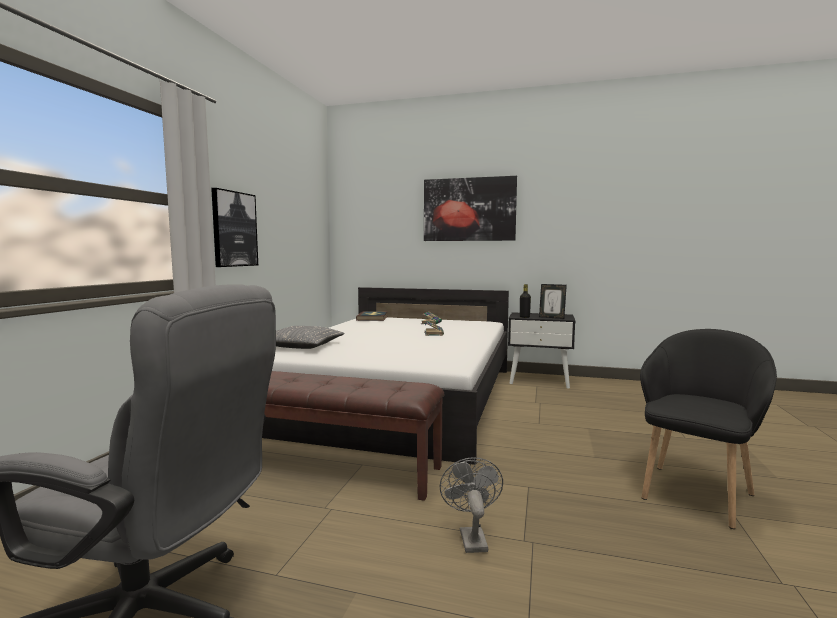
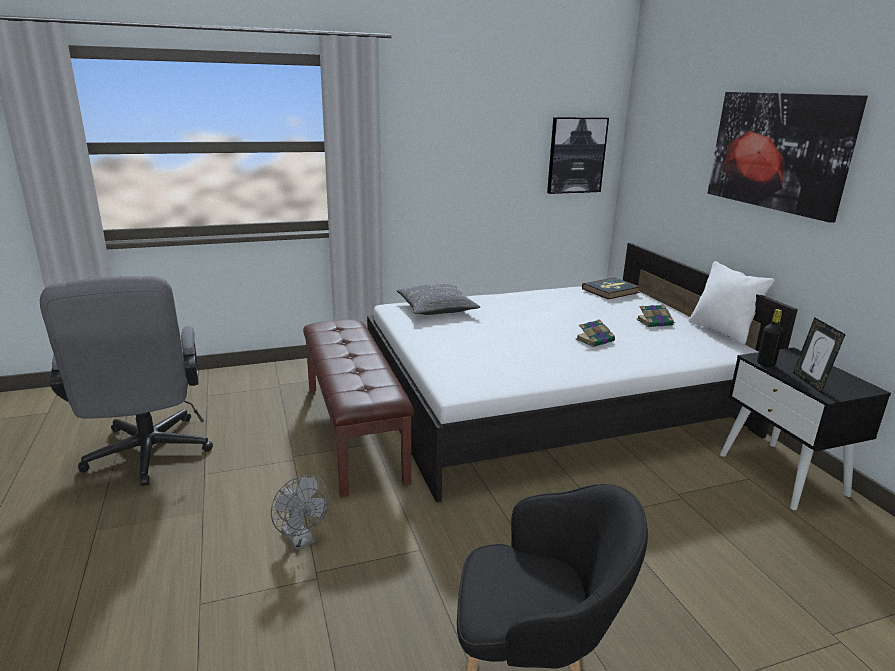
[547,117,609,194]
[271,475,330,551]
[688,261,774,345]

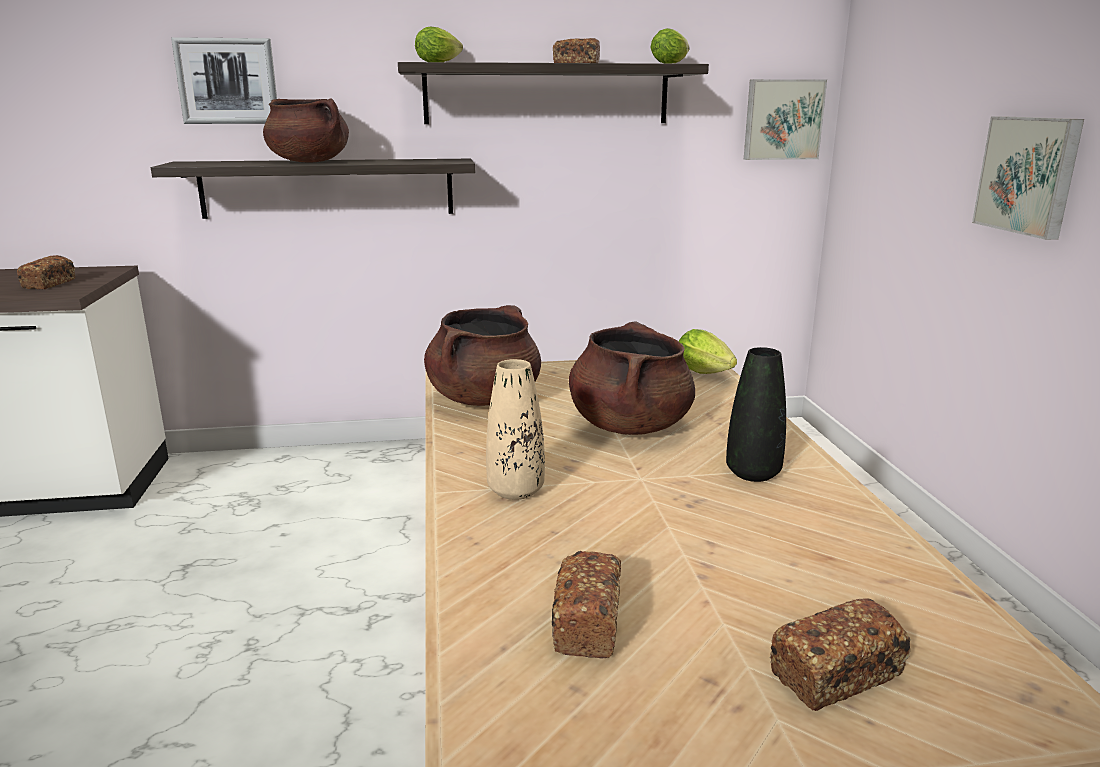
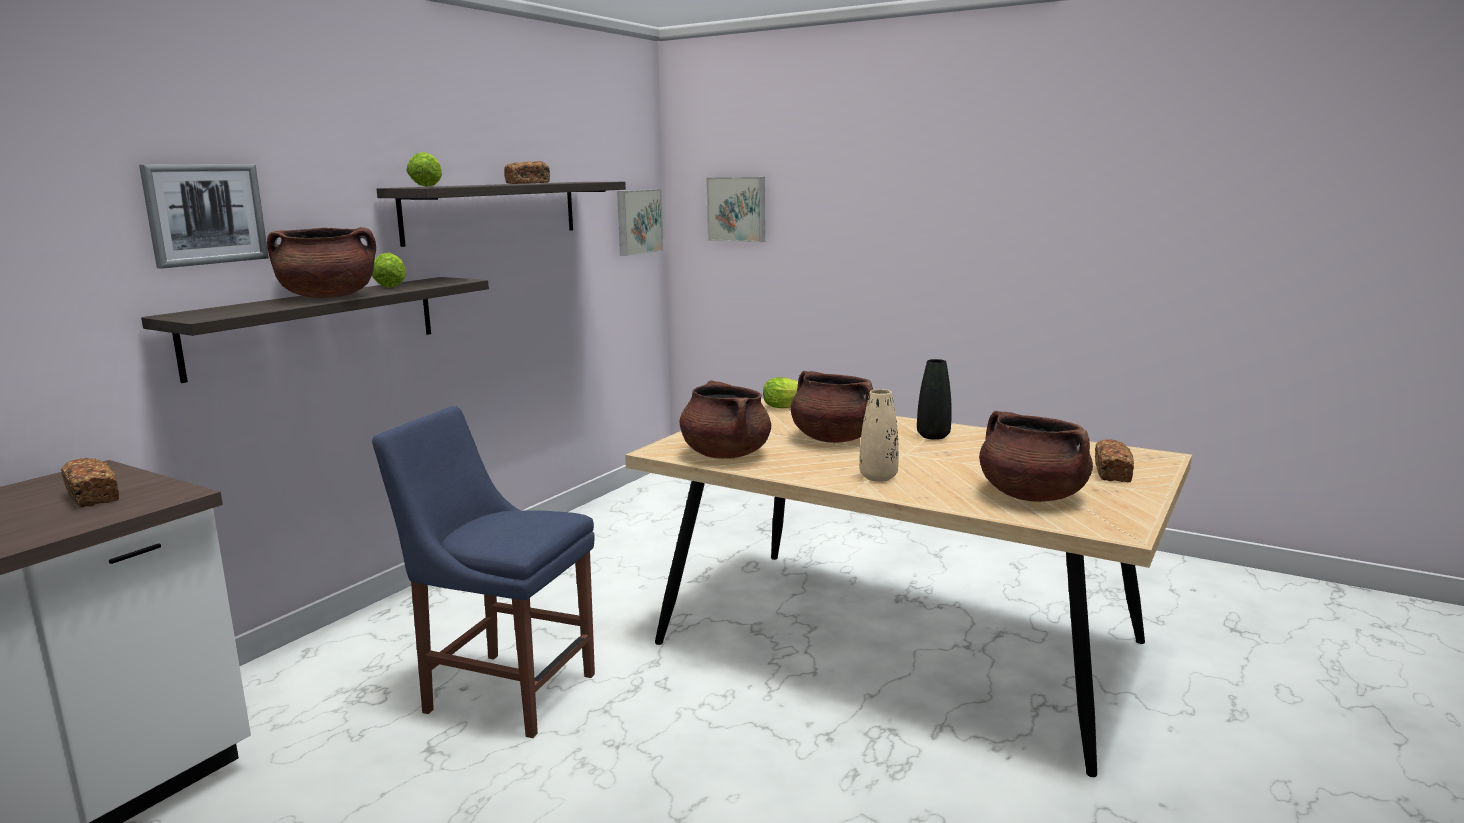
[979,411,1093,502]
[372,252,406,288]
[706,177,765,242]
[372,406,595,738]

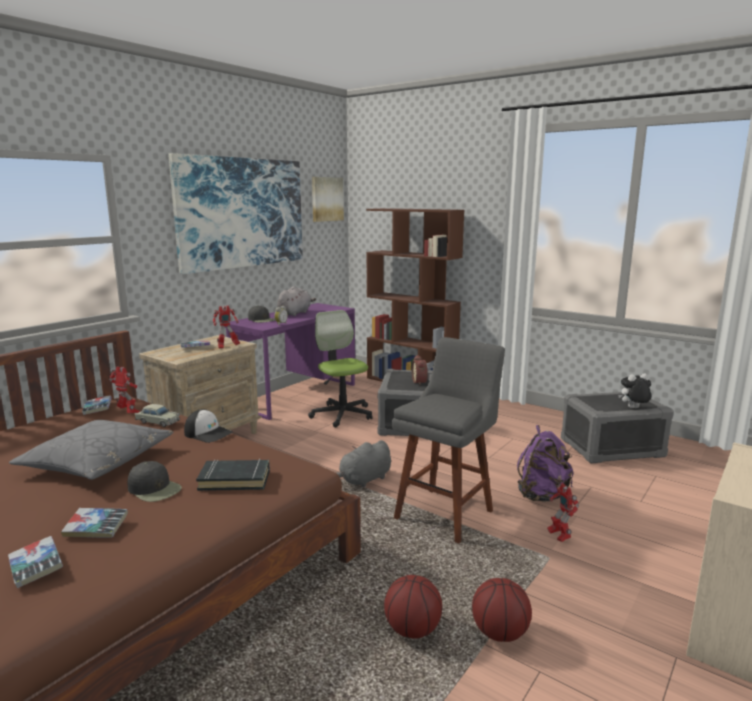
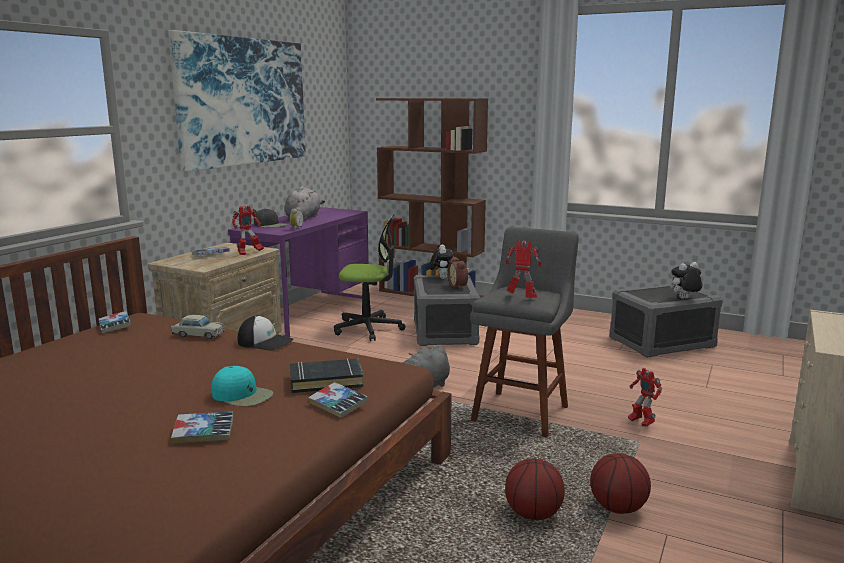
[308,382,368,418]
[9,420,174,480] (first image)
[505,240,541,298]
[212,366,273,407]
[334,214,406,341]
[312,177,344,222] (first image)
[517,425,573,502] (first image)
[429,244,454,279]

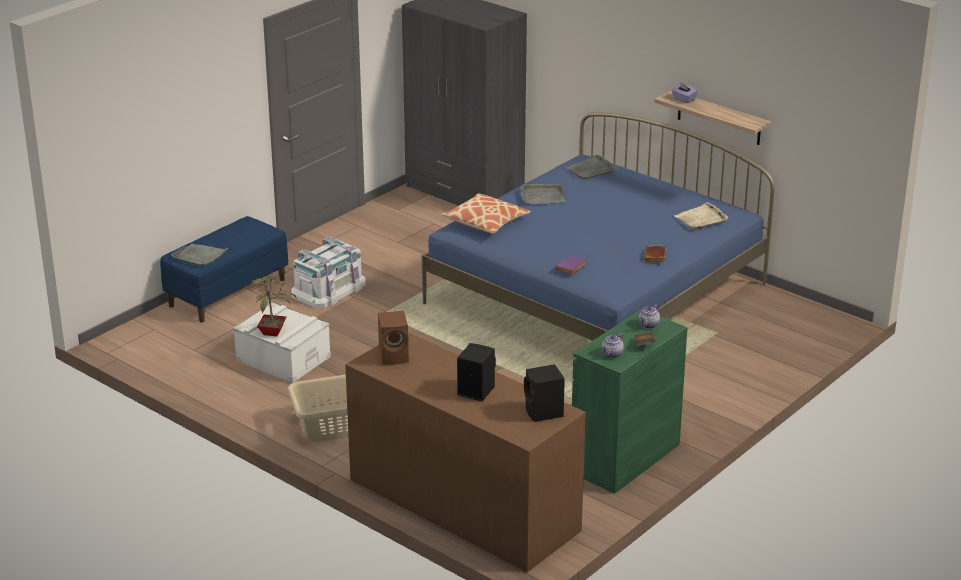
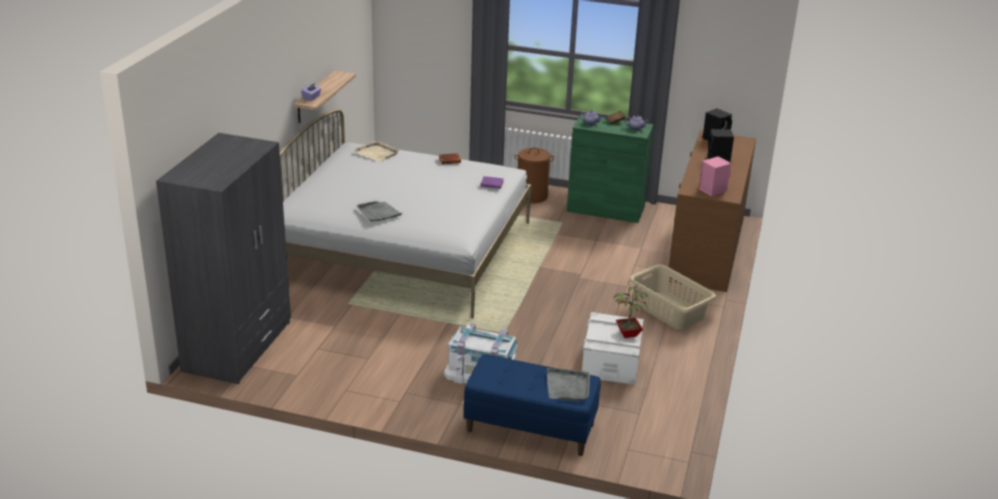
[699,156,731,196]
[280,109,531,319]
[440,193,531,234] (first image)
[565,155,616,180] (first image)
[514,148,554,203]

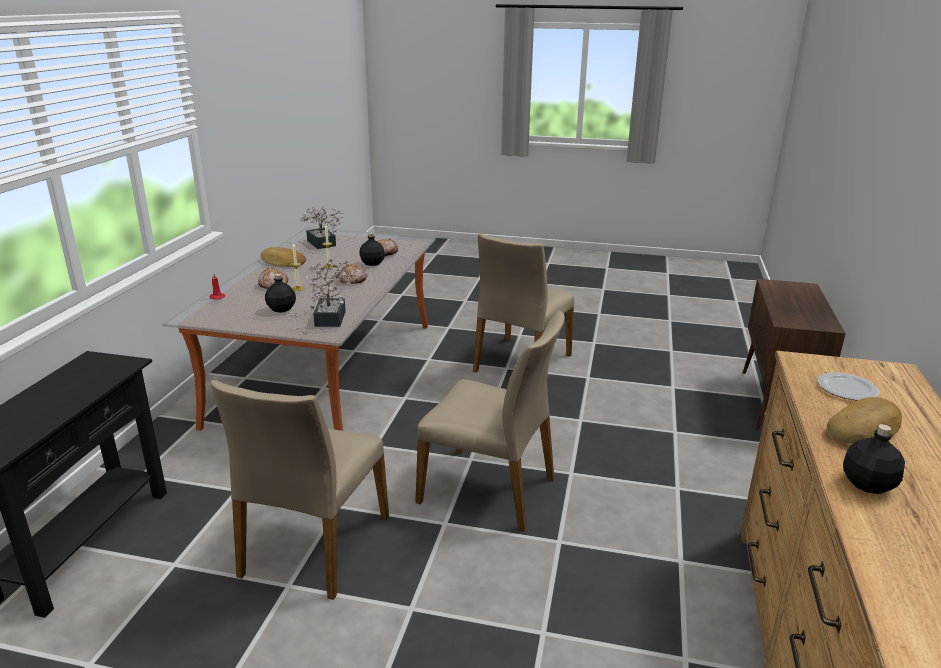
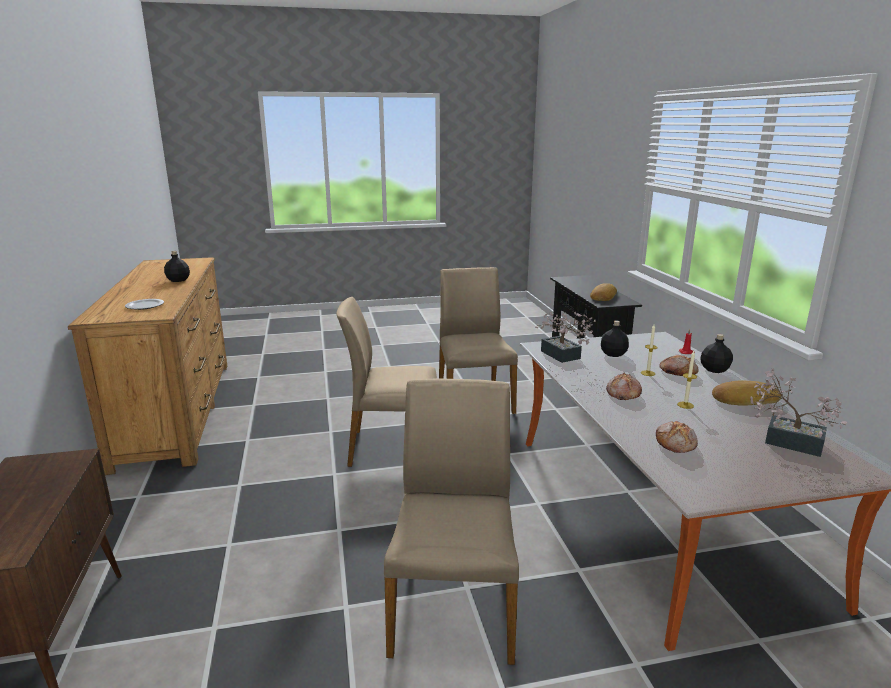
[700,334,733,373]
[590,283,617,301]

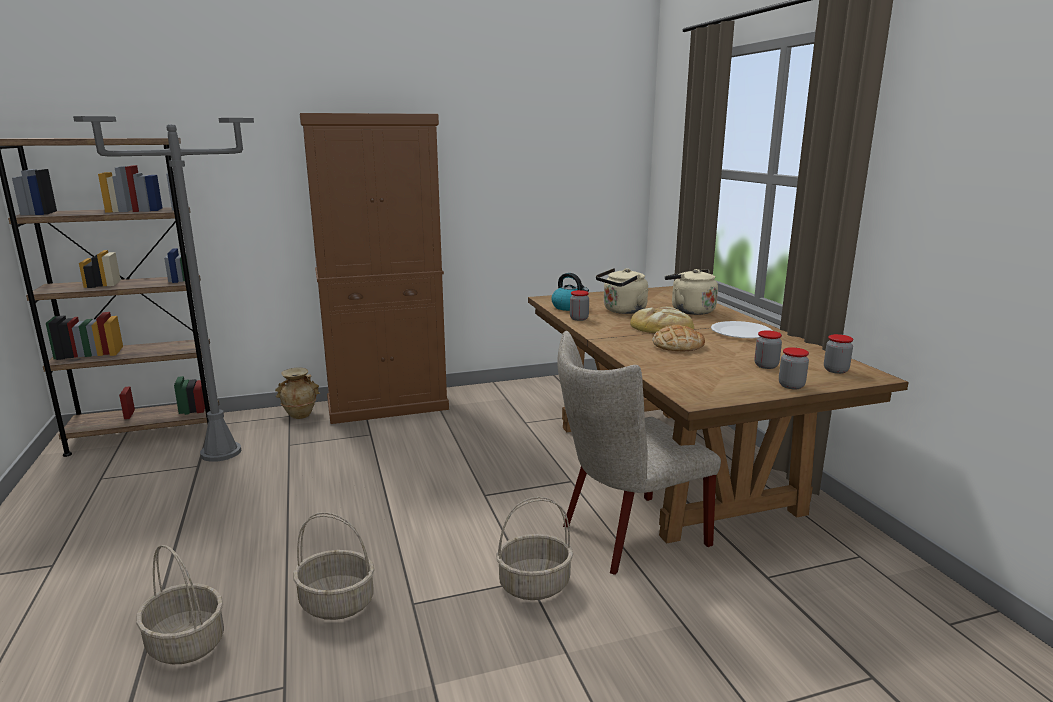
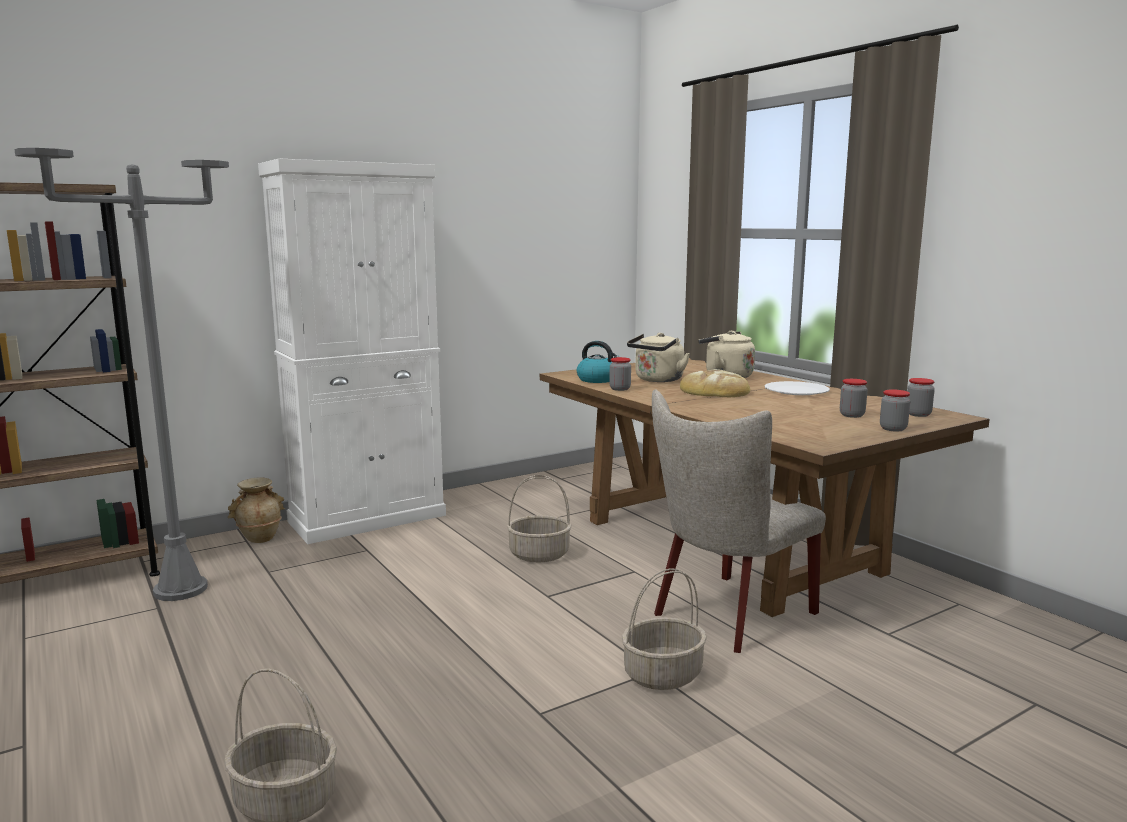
[507,475,572,562]
[258,158,446,544]
[652,325,705,351] (first image)

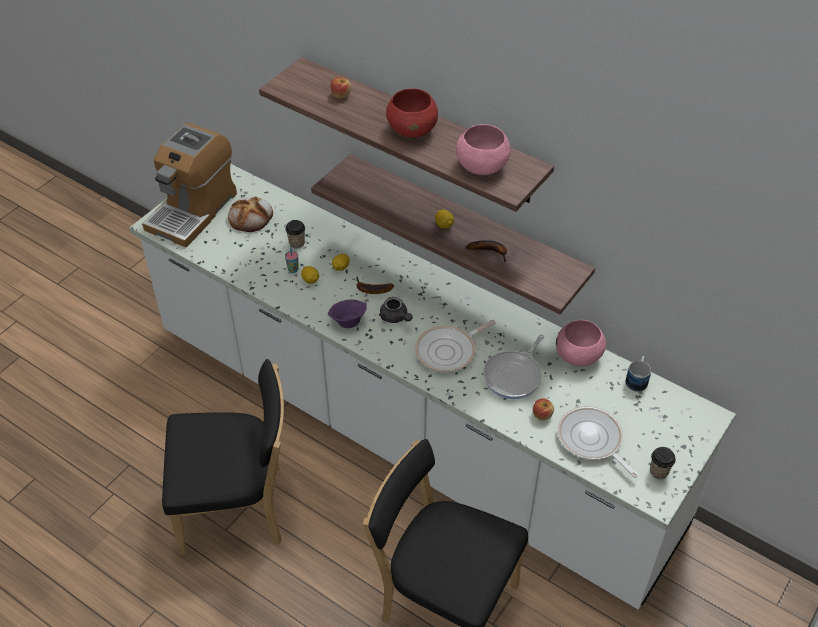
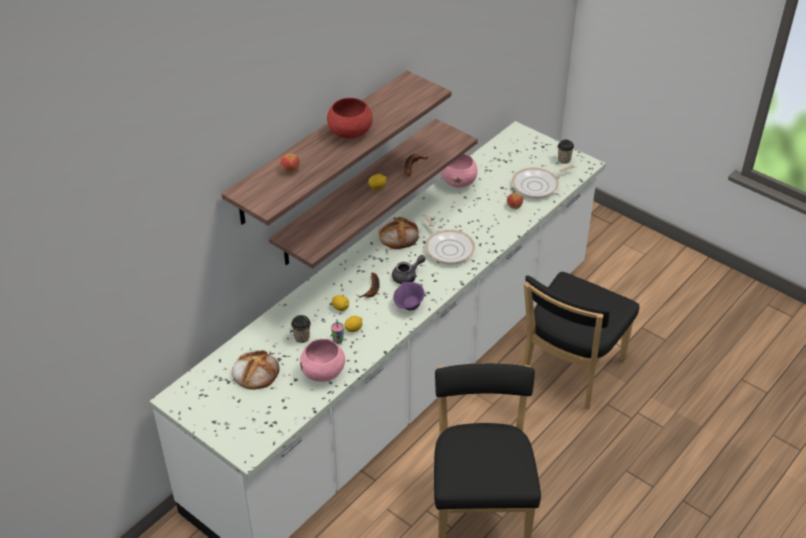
[142,123,237,247] (first image)
[300,339,345,382]
[483,334,544,399] (first image)
[625,356,651,392] (first image)
[378,217,419,249]

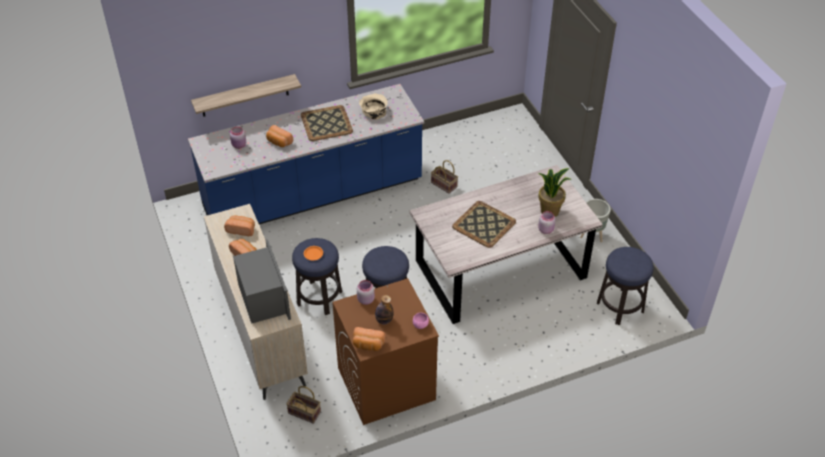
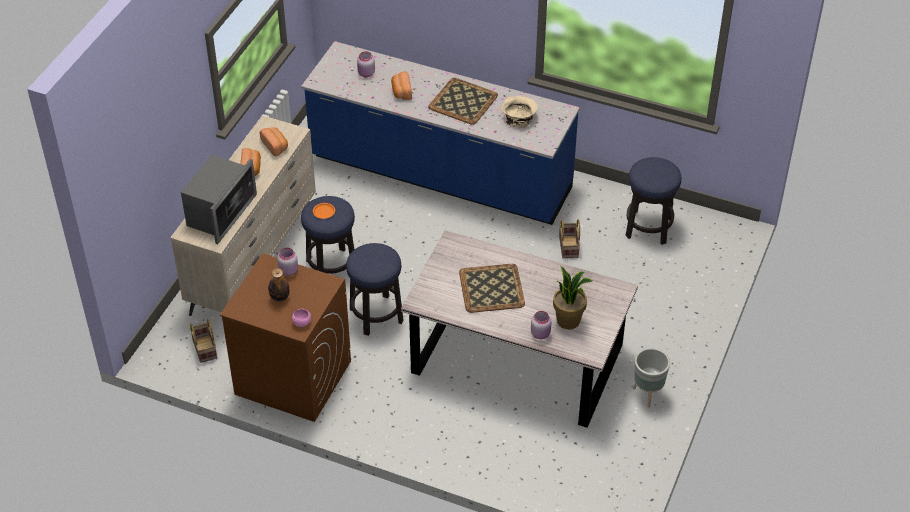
[191,74,301,117] (first image)
[353,327,386,351] (first image)
[625,157,681,245]

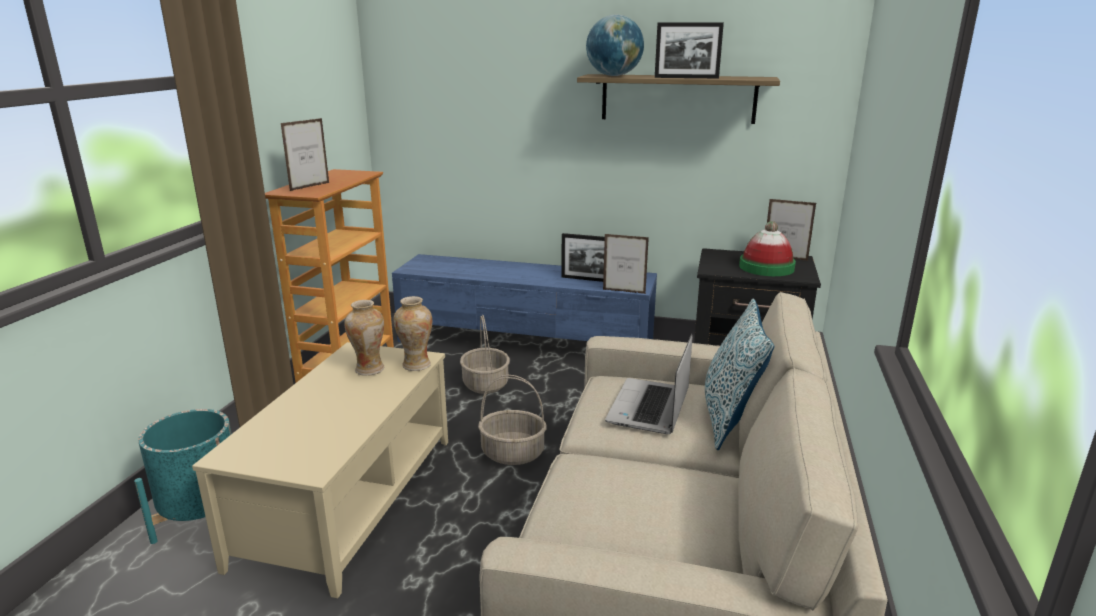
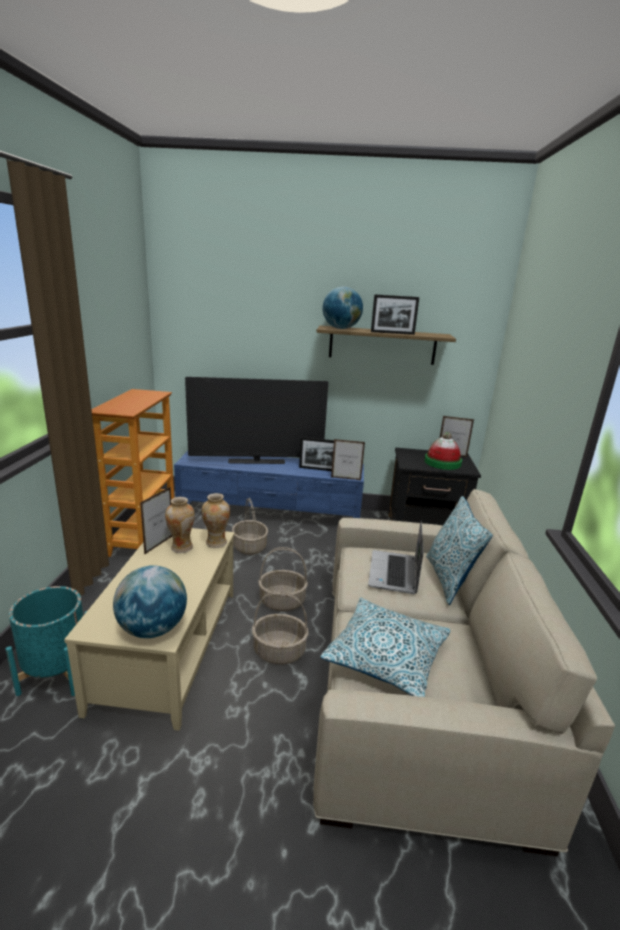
[140,487,172,555]
[113,565,187,638]
[185,377,328,464]
[252,591,309,664]
[321,598,450,697]

